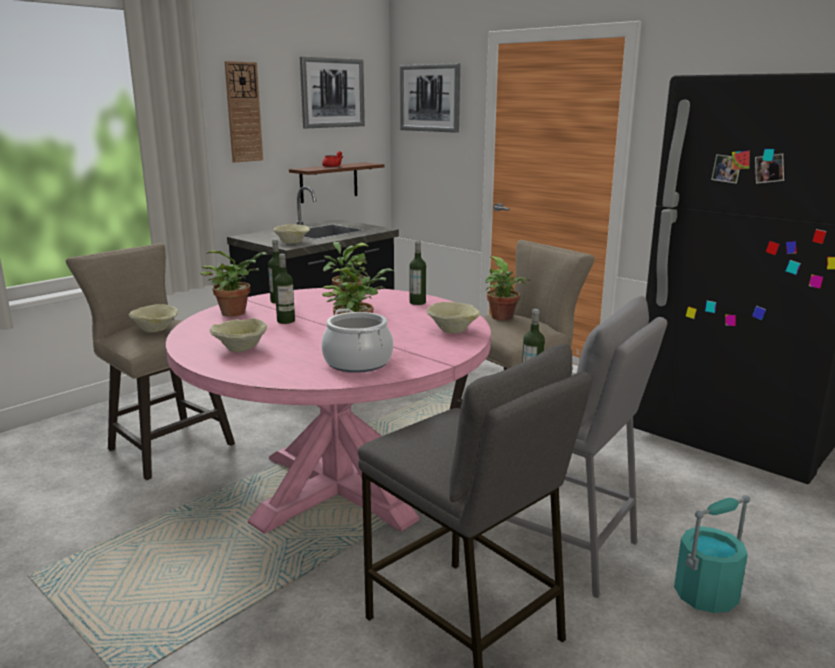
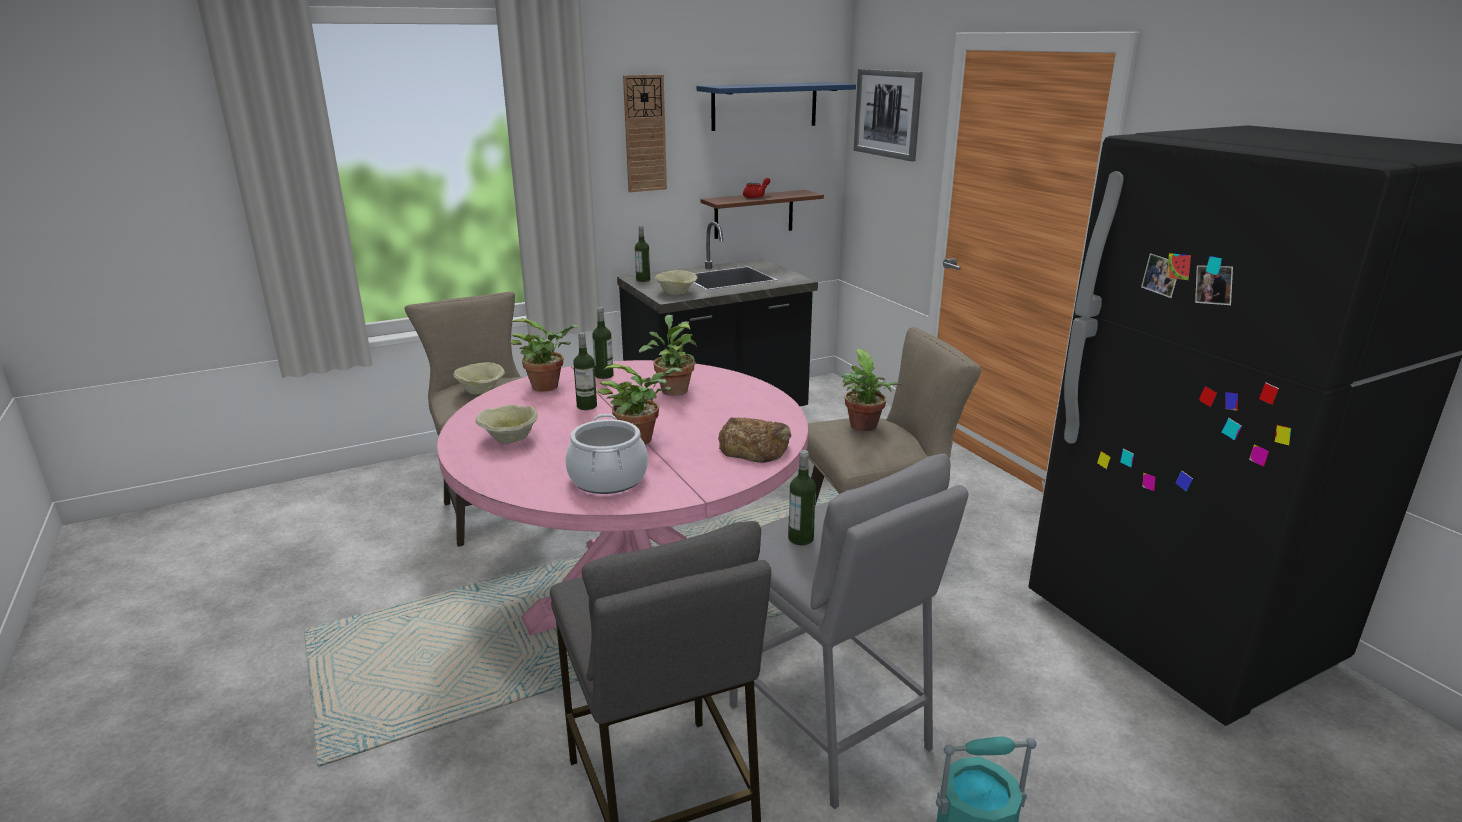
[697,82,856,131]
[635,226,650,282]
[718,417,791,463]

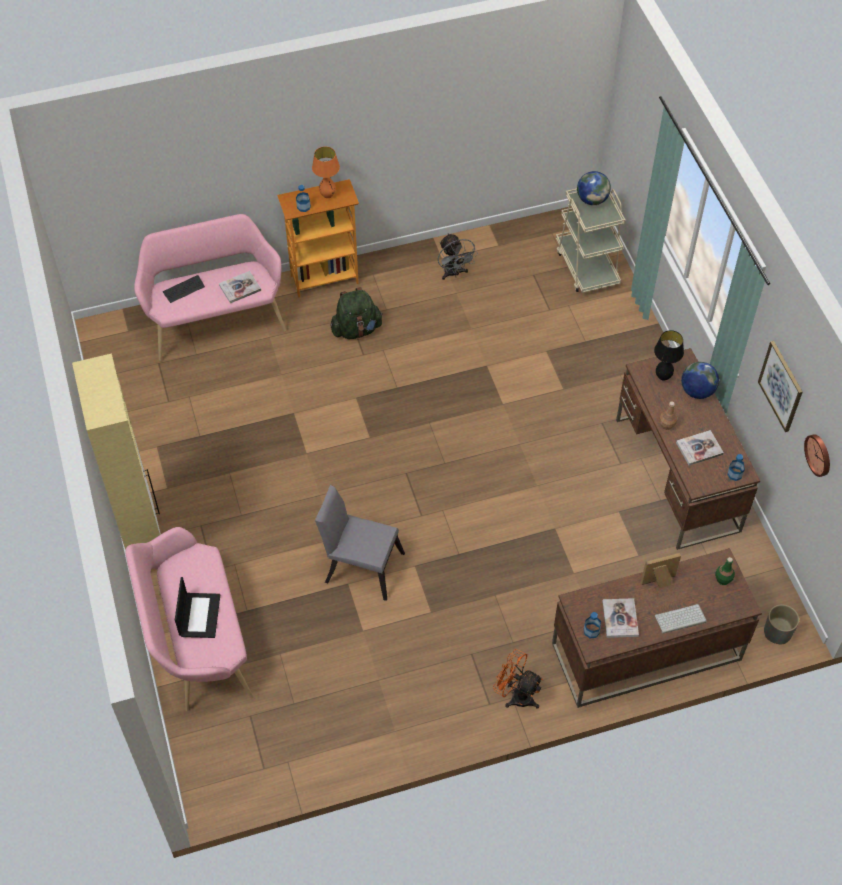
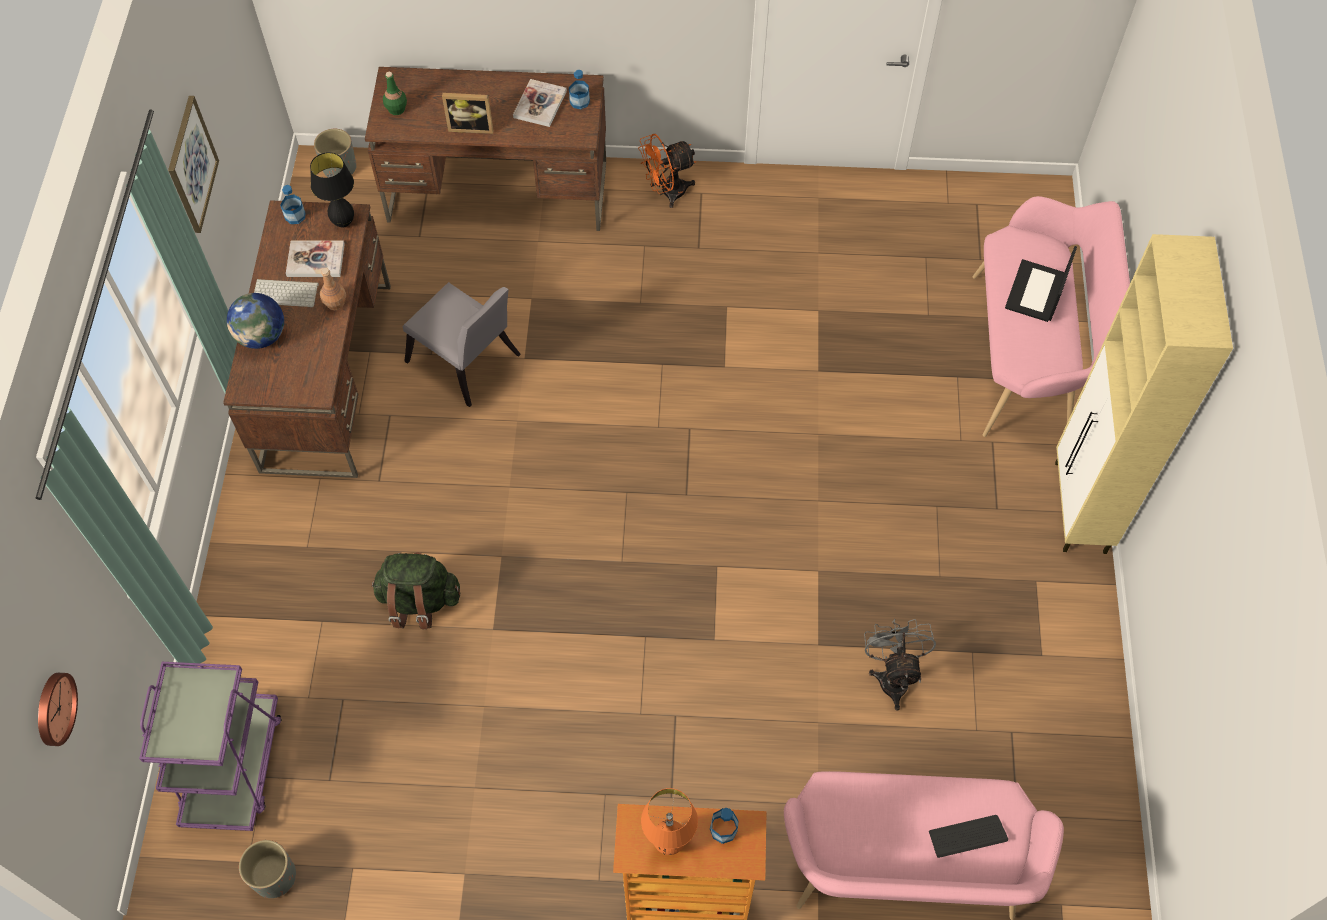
[219,271,261,303] (first image)
[403,282,521,407]
[371,552,460,629]
[864,619,936,711]
[638,134,696,208]
[139,662,282,831]
[577,171,611,205] (first image)
[310,152,354,228]
[254,279,319,307]
[38,673,78,746]
[239,840,296,898]

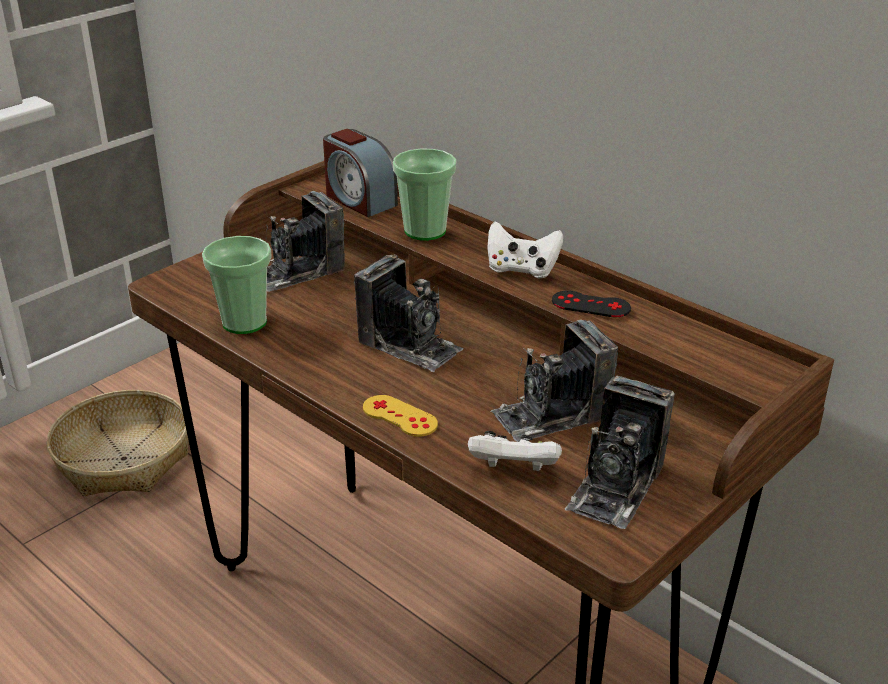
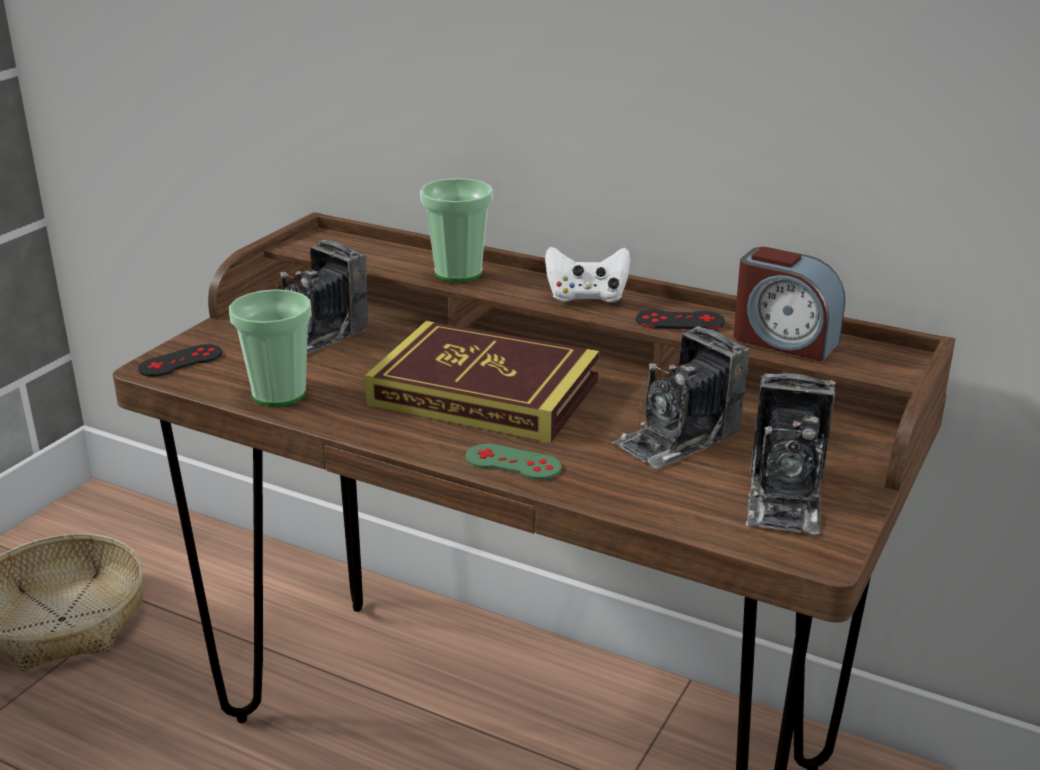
[733,247,845,362]
[364,321,599,443]
[466,444,561,480]
[468,431,562,471] (first image)
[138,344,222,377]

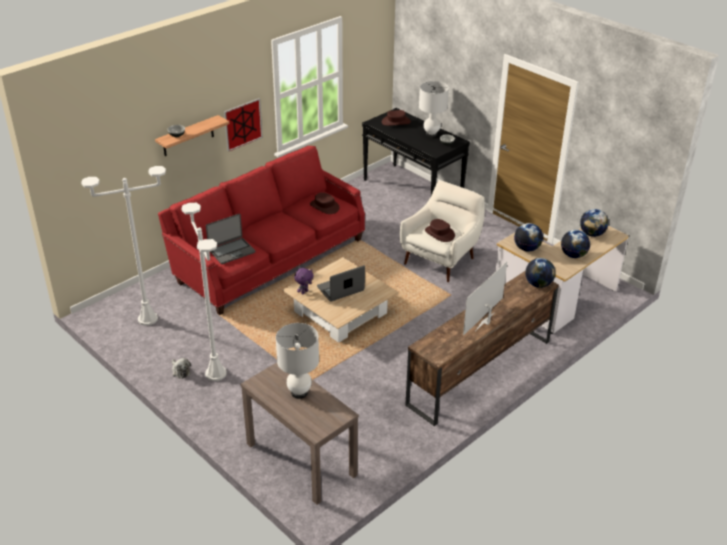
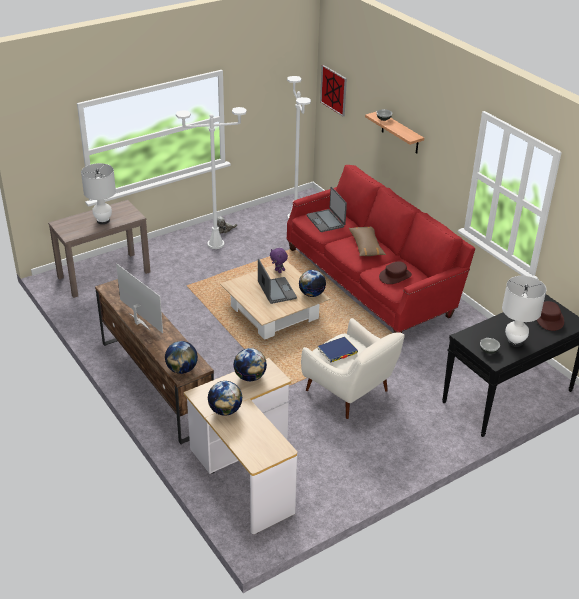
[320,65,347,116]
[318,337,358,363]
[299,270,326,297]
[349,227,386,256]

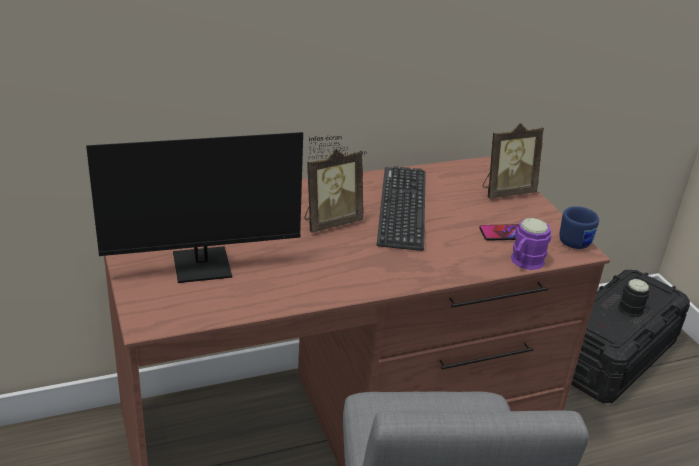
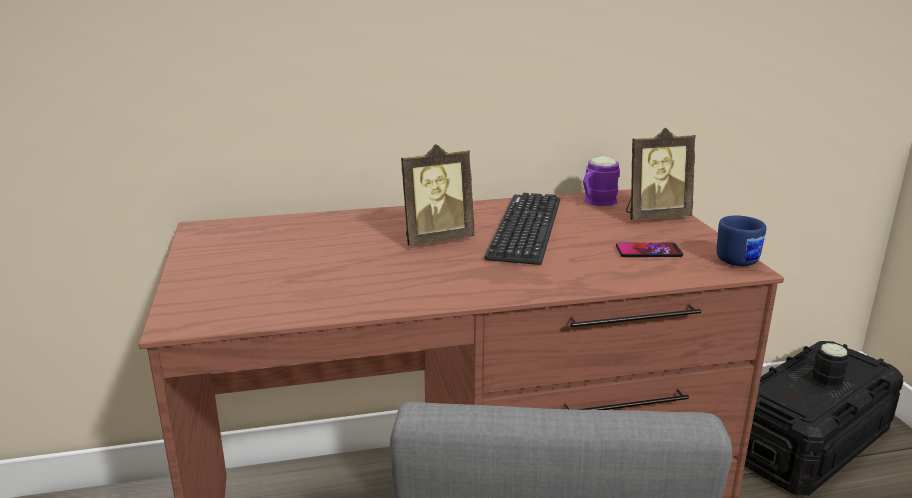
[86,132,367,283] (first image)
[583,156,620,206]

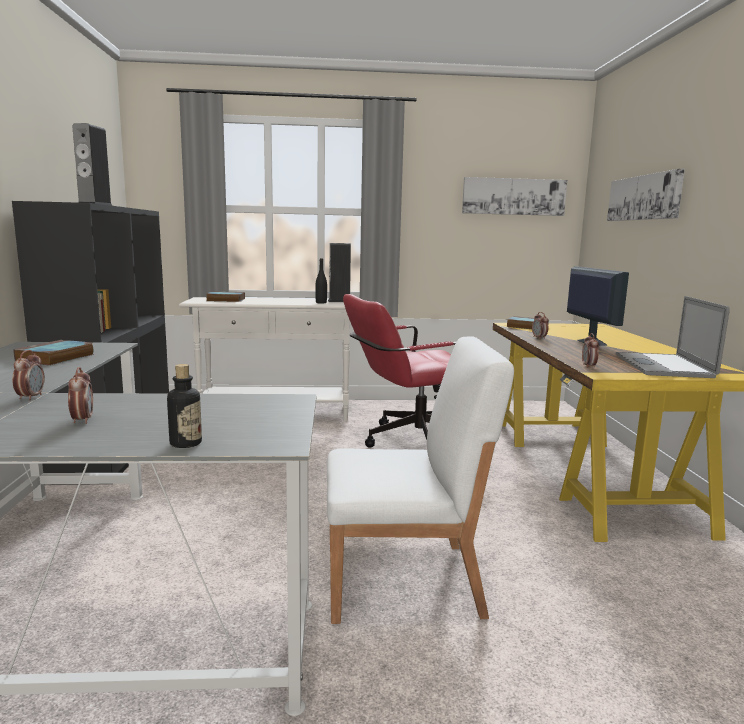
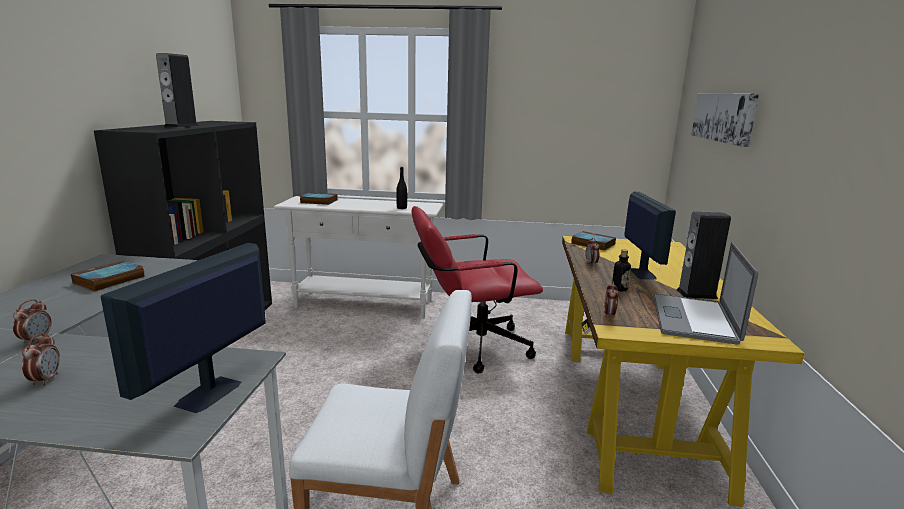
[612,249,631,291]
[676,212,731,299]
[462,177,567,216] (first image)
[101,243,266,413]

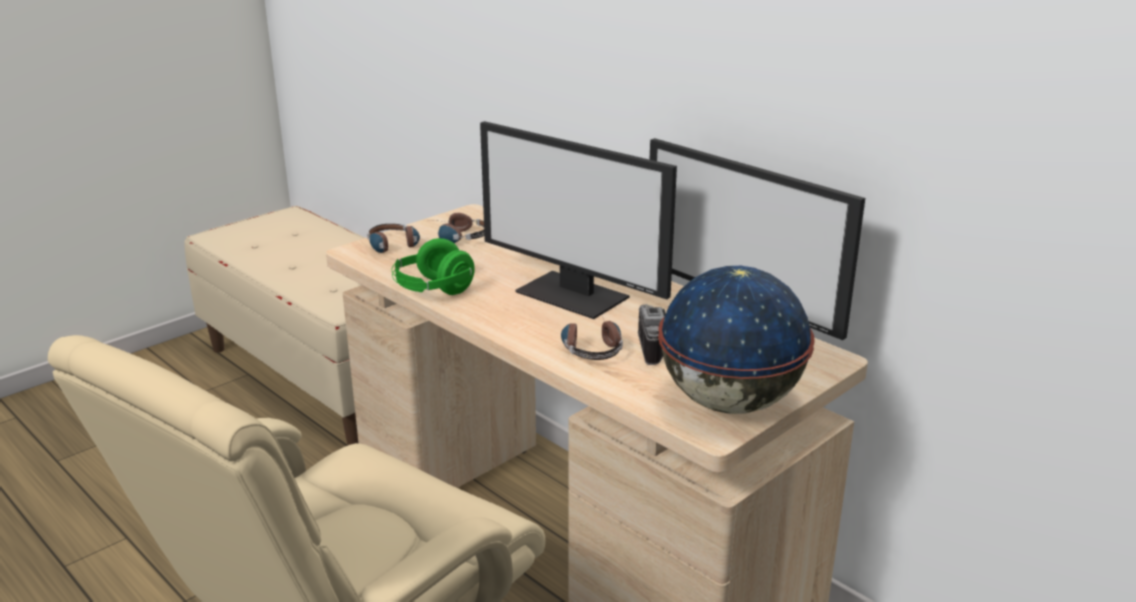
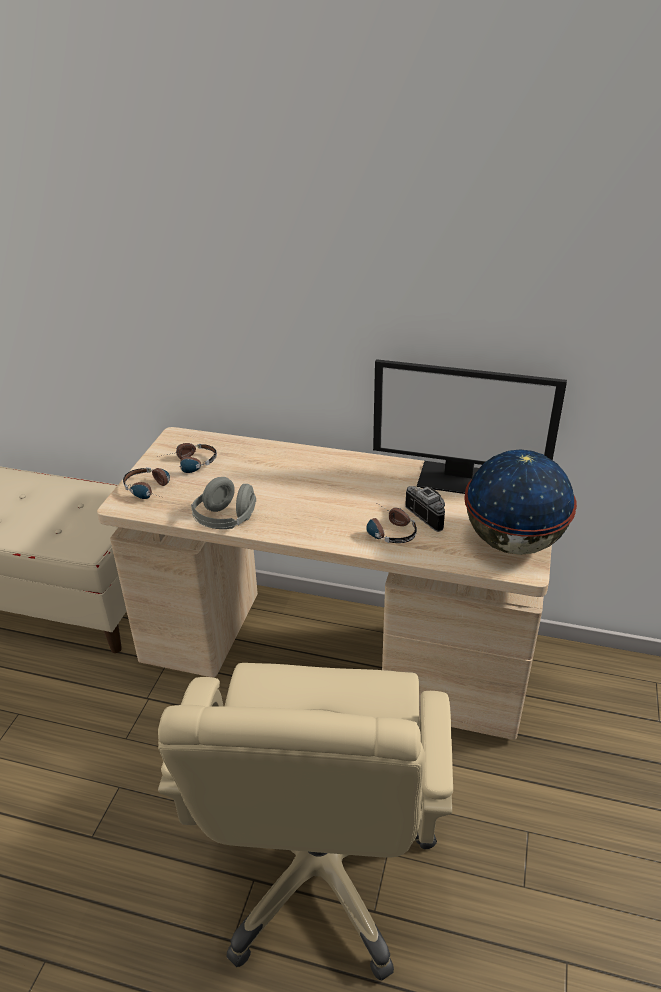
[191,477,256,529]
[480,121,677,319] (first image)

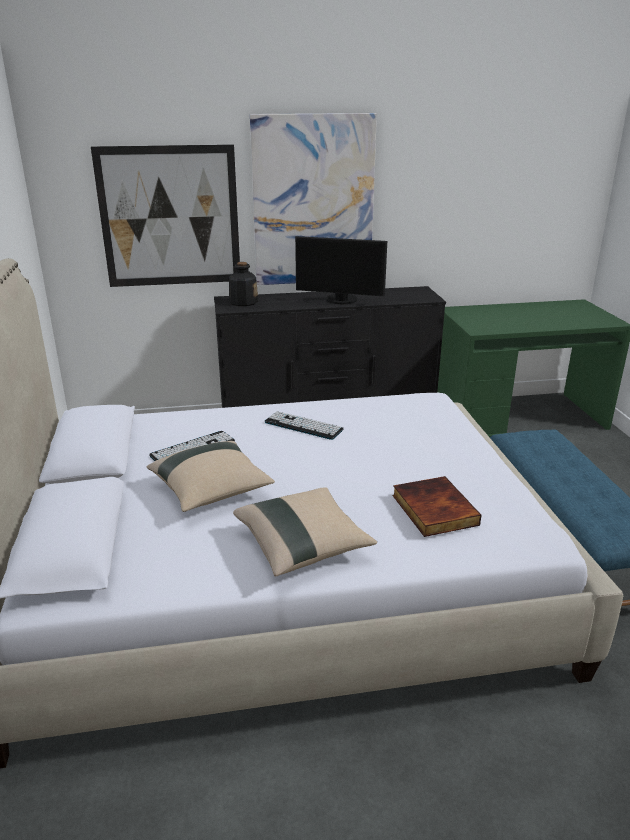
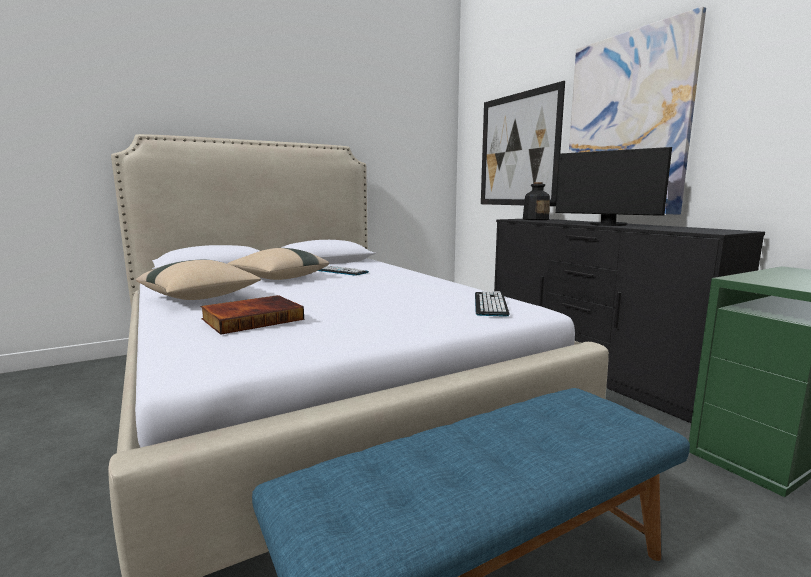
[475,291,509,317]
[556,147,672,226]

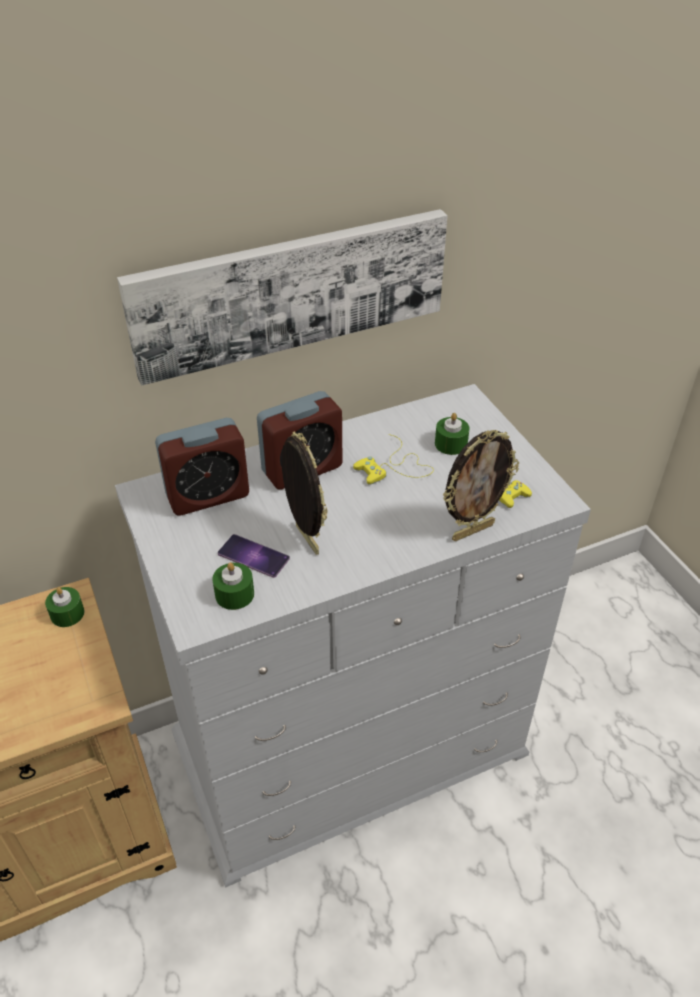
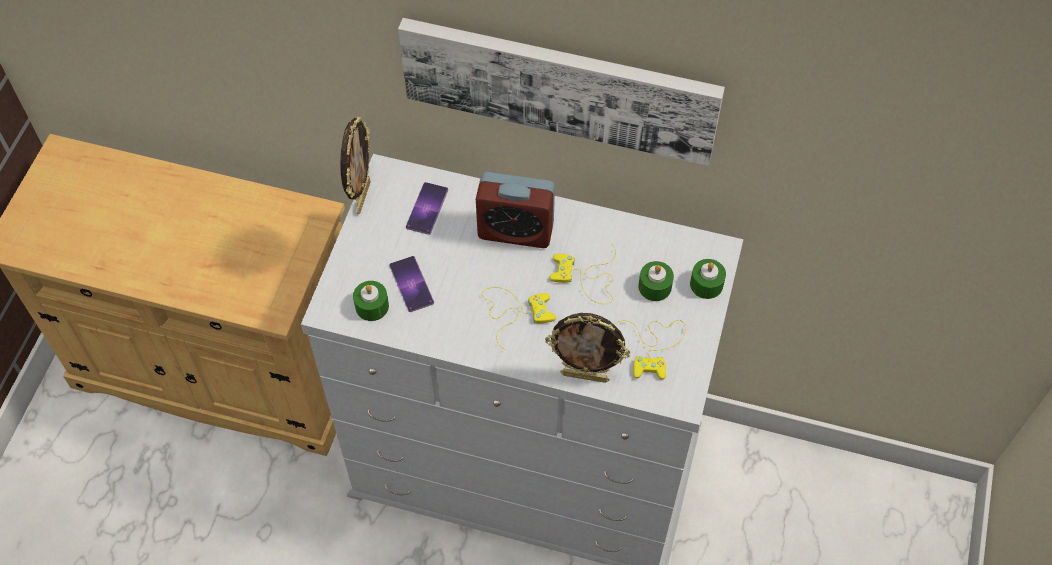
[690,259,726,299]
[406,182,448,235]
[340,116,370,215]
[482,287,556,350]

